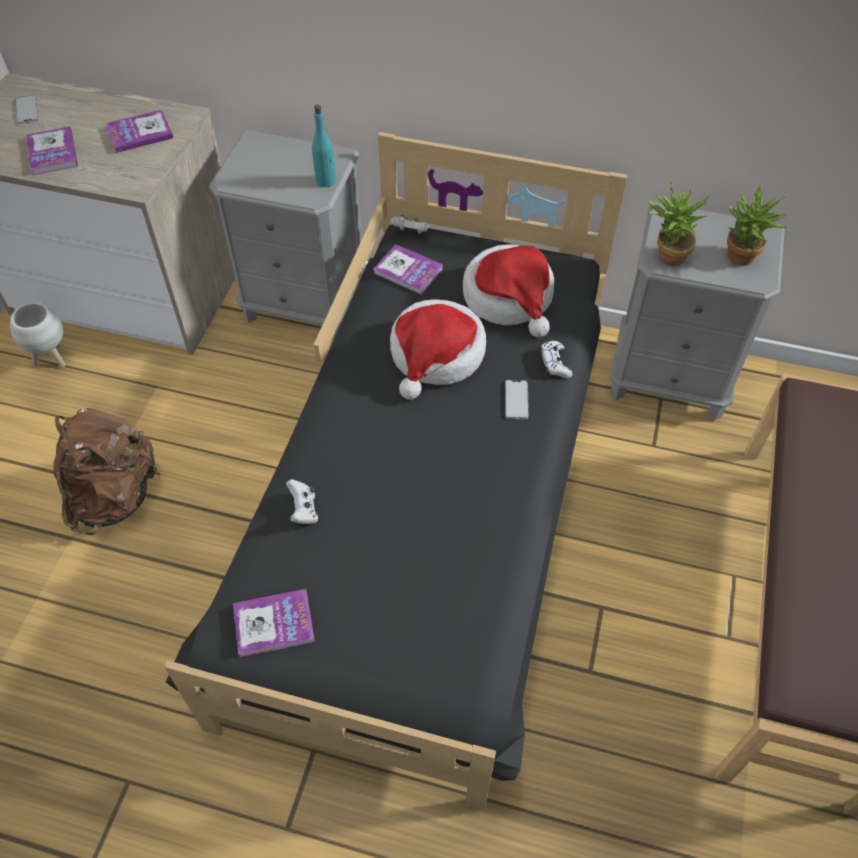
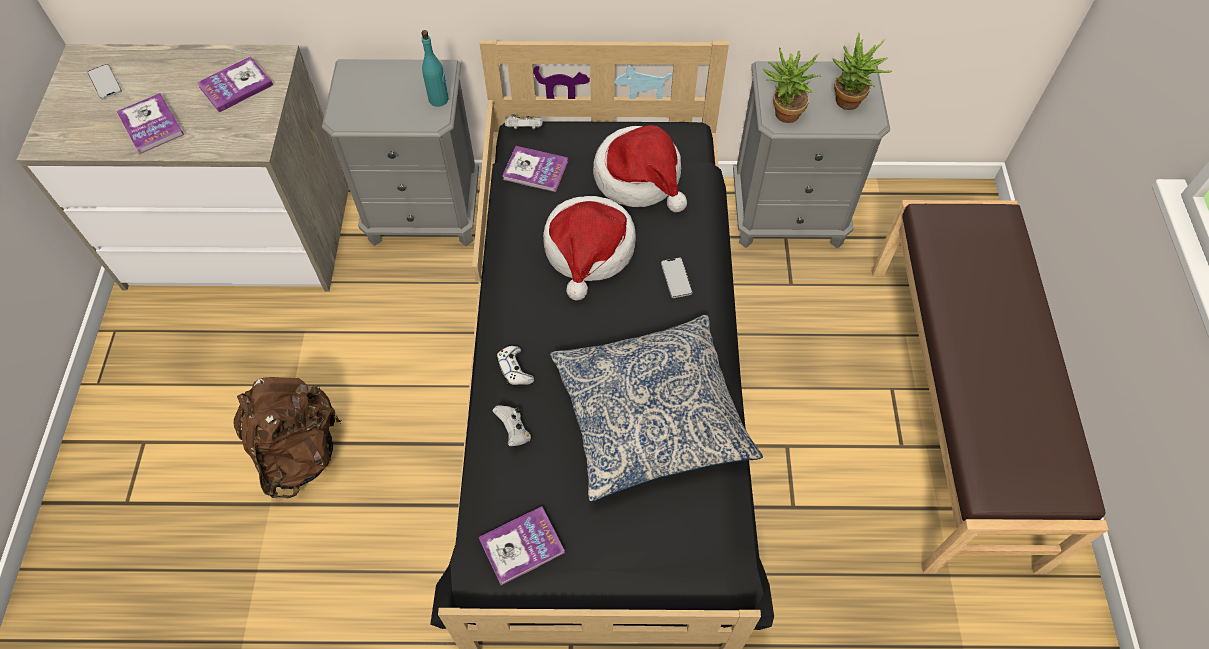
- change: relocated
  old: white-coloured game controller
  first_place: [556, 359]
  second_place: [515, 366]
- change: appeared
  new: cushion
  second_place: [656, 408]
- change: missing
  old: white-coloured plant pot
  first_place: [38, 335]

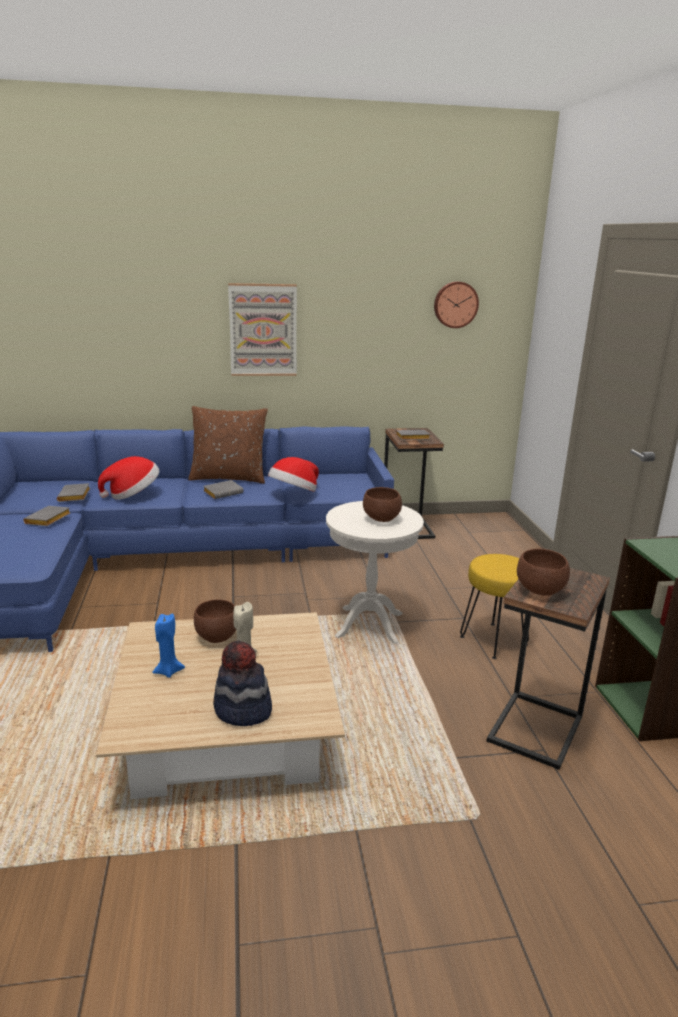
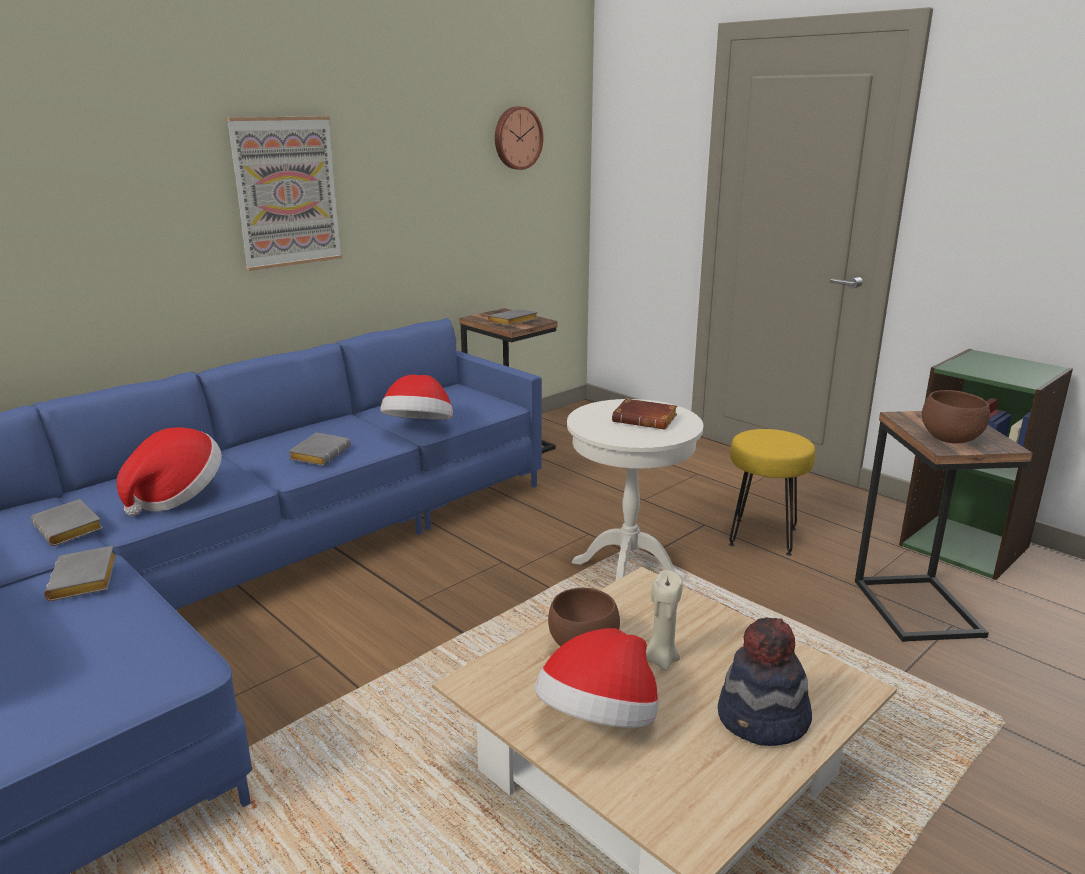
- change: exchanged
  old: blue wax light
  new: wearable hat
  first_place: [168, 646]
  second_place: [596, 678]
- change: exchanged
  old: brown deep dish
  new: brown bound book
  first_place: [382, 504]
  second_place: [644, 414]
- change: missing
  old: brown cushion
  first_place: [228, 445]

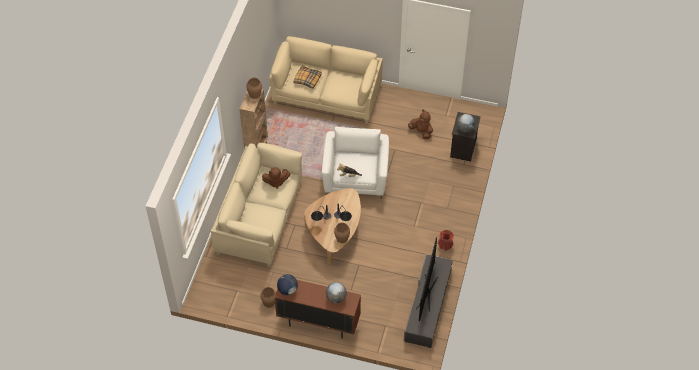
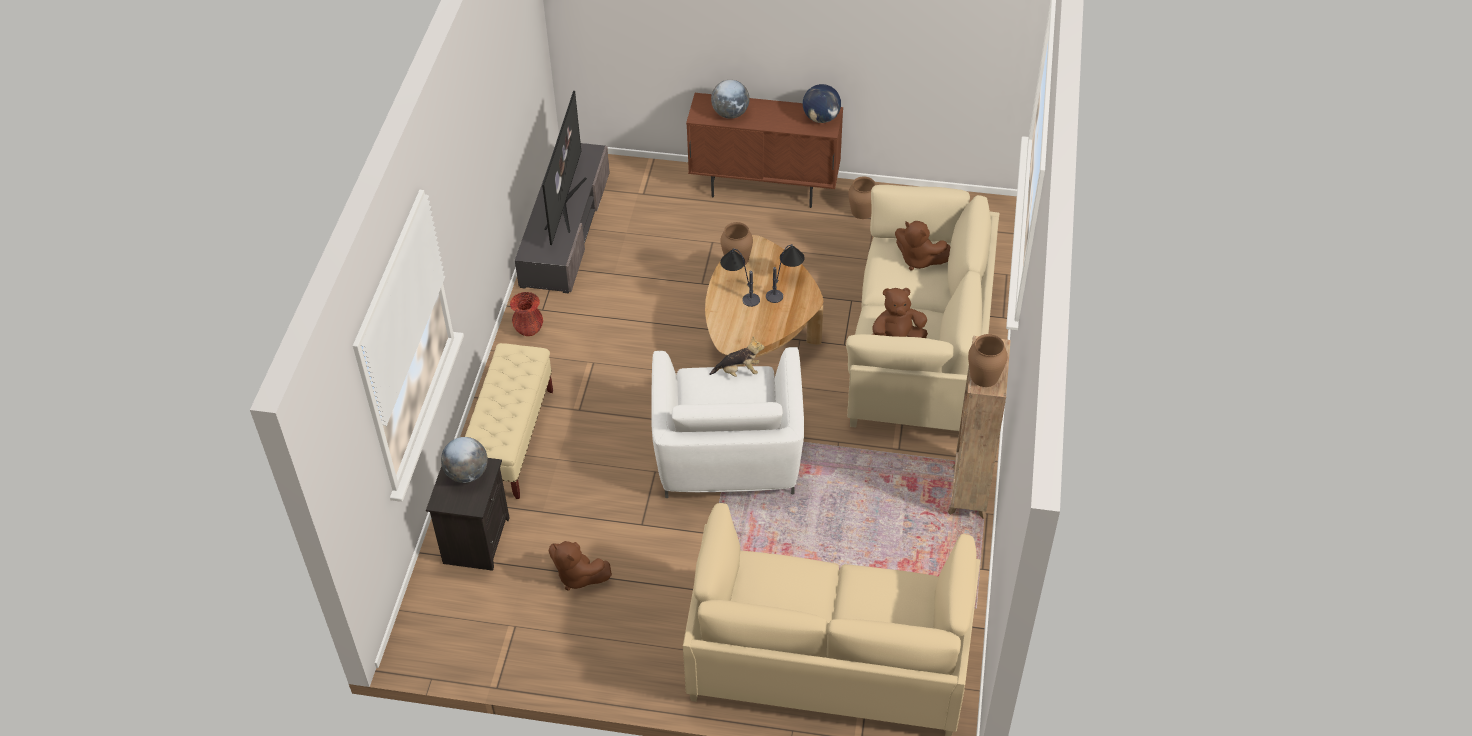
- change: appeared
  new: beige-coloured indoor bench
  second_place: [509, 421]
- change: appeared
  new: brown cuddly toy
  second_place: [923, 245]
- change: missing
  old: cushion
  first_place: [308, 77]

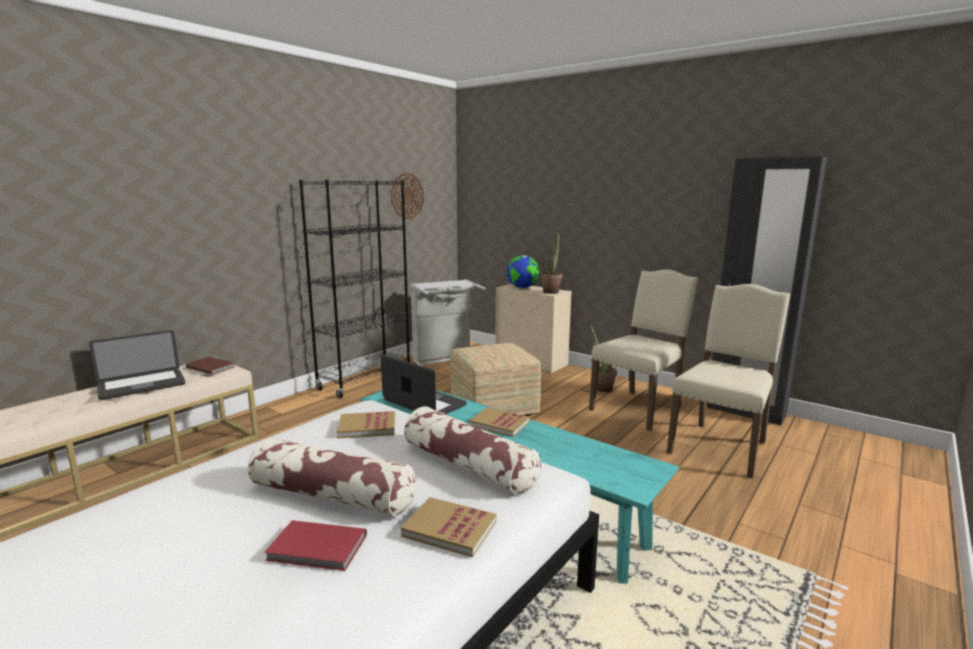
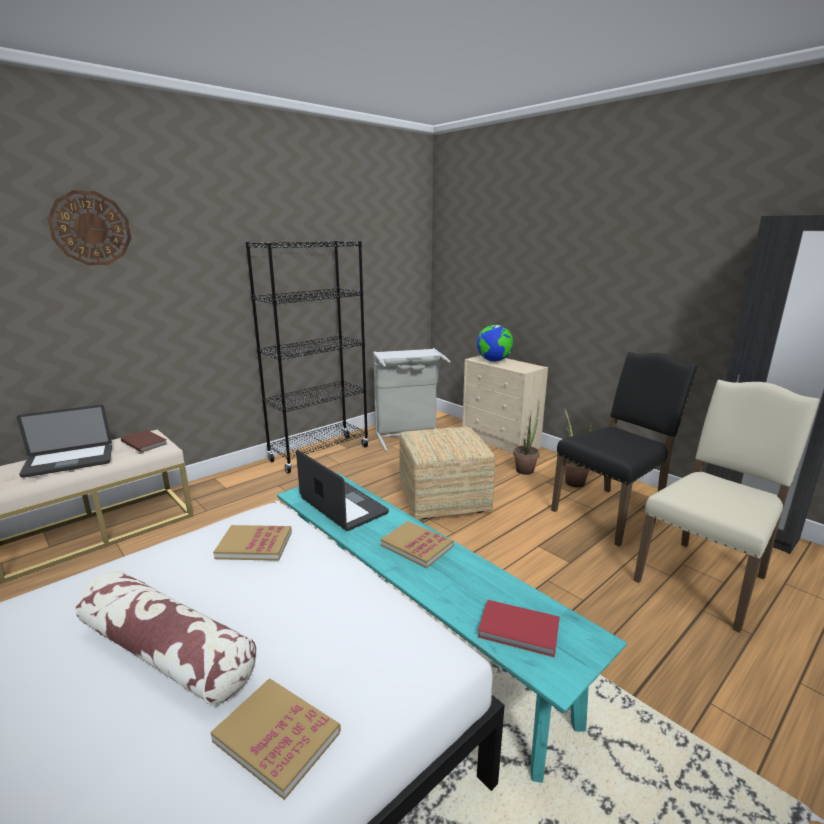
- change: relocated
  old: wall clock
  first_place: [407, 196]
  second_place: [89, 228]
- change: relocated
  old: red-coloured bound book
  first_place: [315, 545]
  second_place: [519, 629]
- change: relocated
  old: plant in a pot
  first_place: [551, 263]
  second_place: [526, 437]
- change: colour
  old: beige-coloured plain chair
  new: blackish plain chair
  first_place: [643, 350]
  second_place: [624, 449]
- change: missing
  old: cushion
  first_place: [472, 450]

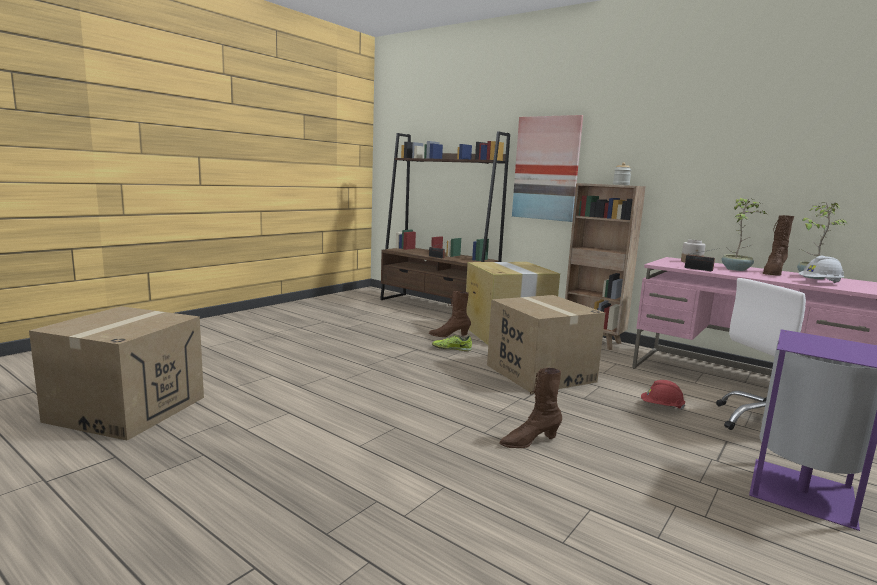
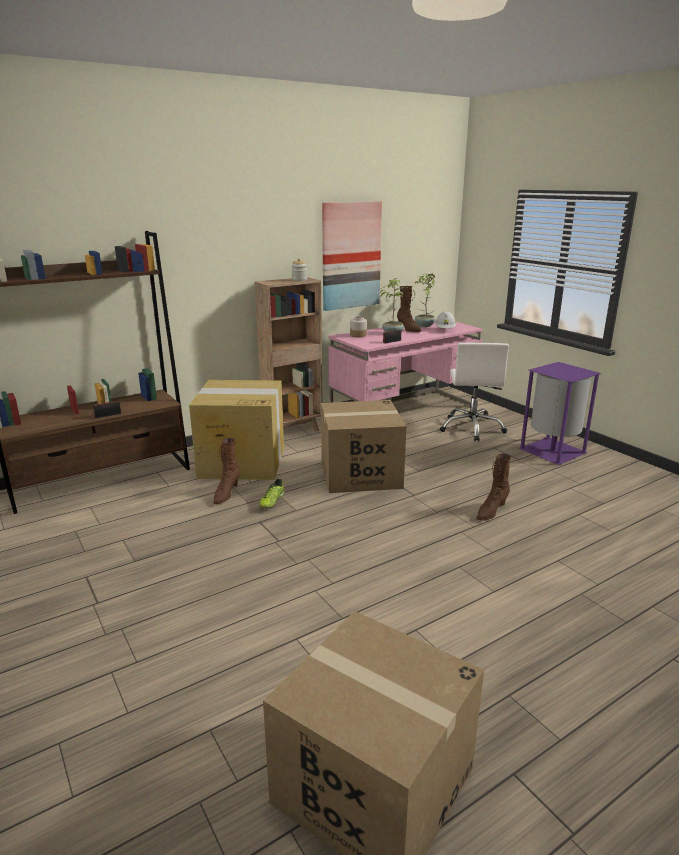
- change: relocated
  old: wall art
  first_place: [547, 168]
  second_place: [352, 256]
- change: spun
  old: brown tall boot
  first_place: [530, 408]
  second_place: [493, 487]
  degrees: 45
- change: missing
  old: red-coloured hard hat
  first_place: [663, 394]

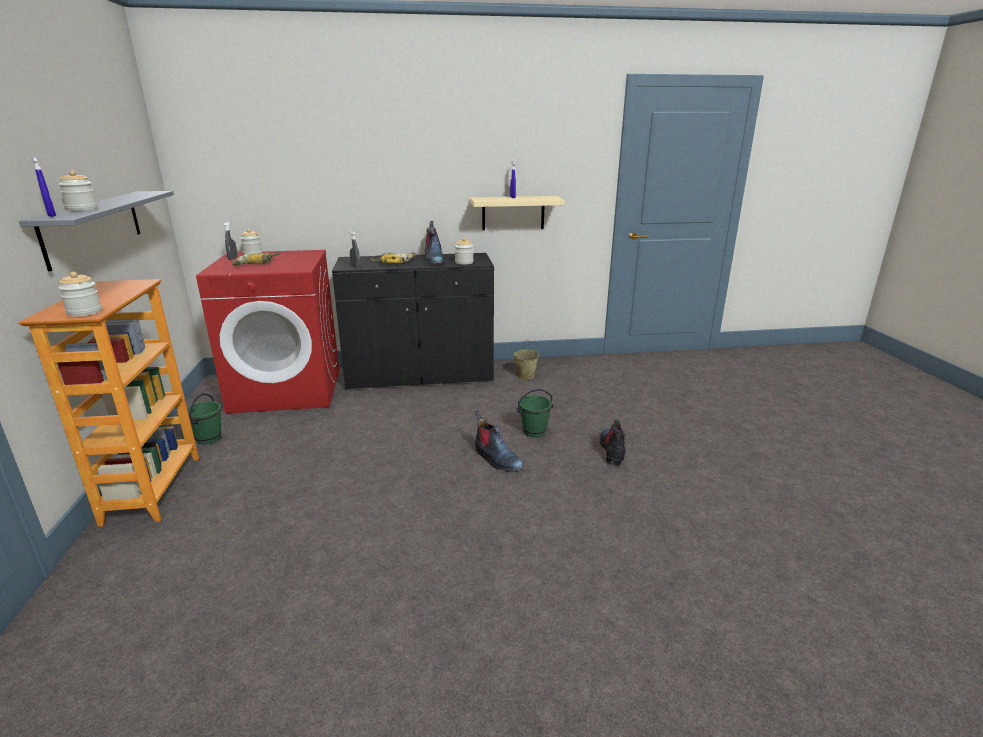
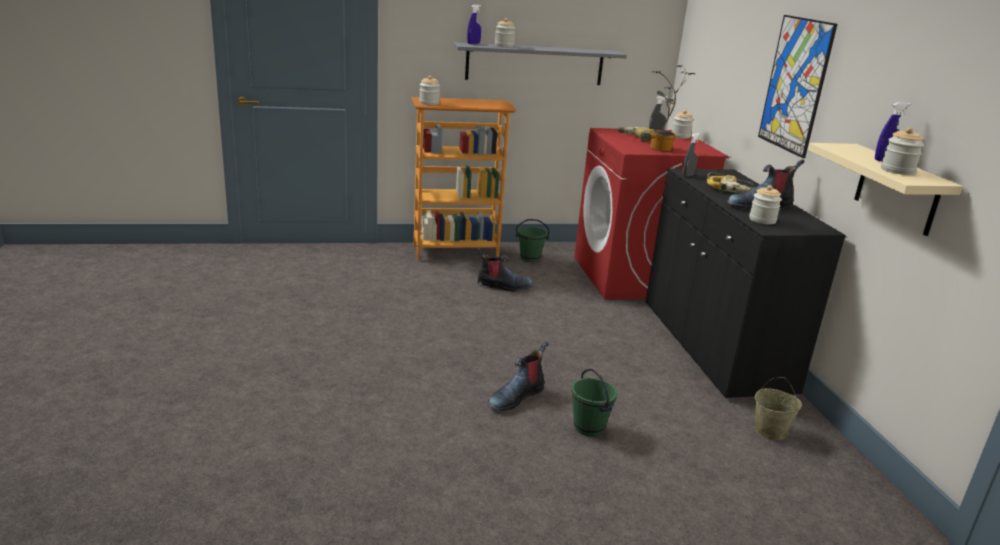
- change: relocated
  old: tall boot
  first_place: [613, 442]
  second_place: [505, 270]
- change: appeared
  new: plant in a pot
  second_place: [672, 108]
- change: appeared
  new: wall art
  second_place: [797, 86]
- change: appeared
  new: jar
  second_place: [902, 151]

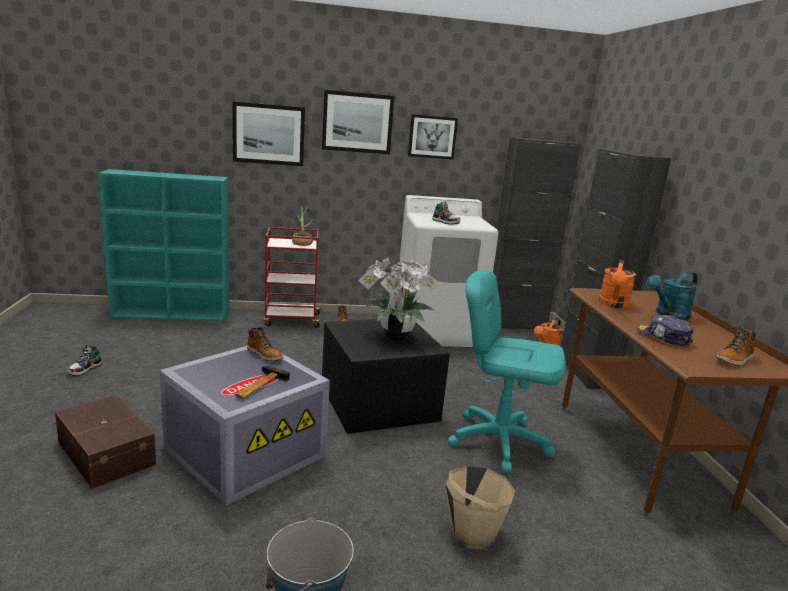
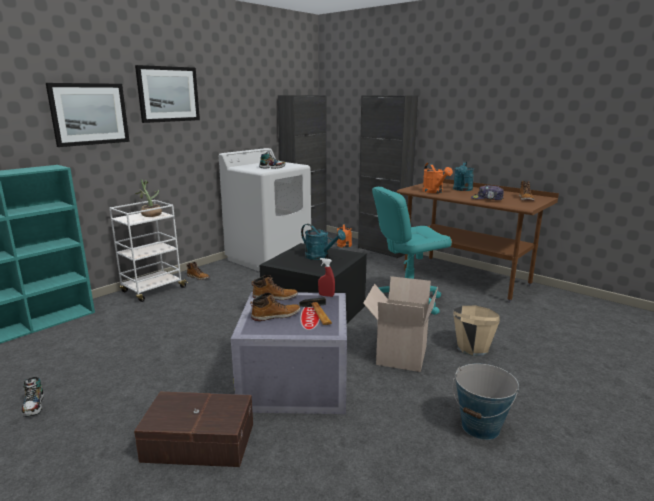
- change: colour
  old: red-coloured trolley
  new: white-coloured trolley
  first_place: [292, 277]
  second_place: [148, 251]
- change: appeared
  new: tall boot
  second_place: [275, 307]
- change: exchanged
  old: plant in a pot
  new: turquoise-coloured watering pot
  first_place: [398, 299]
  second_place: [323, 242]
- change: appeared
  new: red-coloured spray bottle
  second_place: [326, 277]
- change: appeared
  new: packing box
  second_place: [400, 324]
- change: missing
  old: wall art
  first_place: [433, 137]

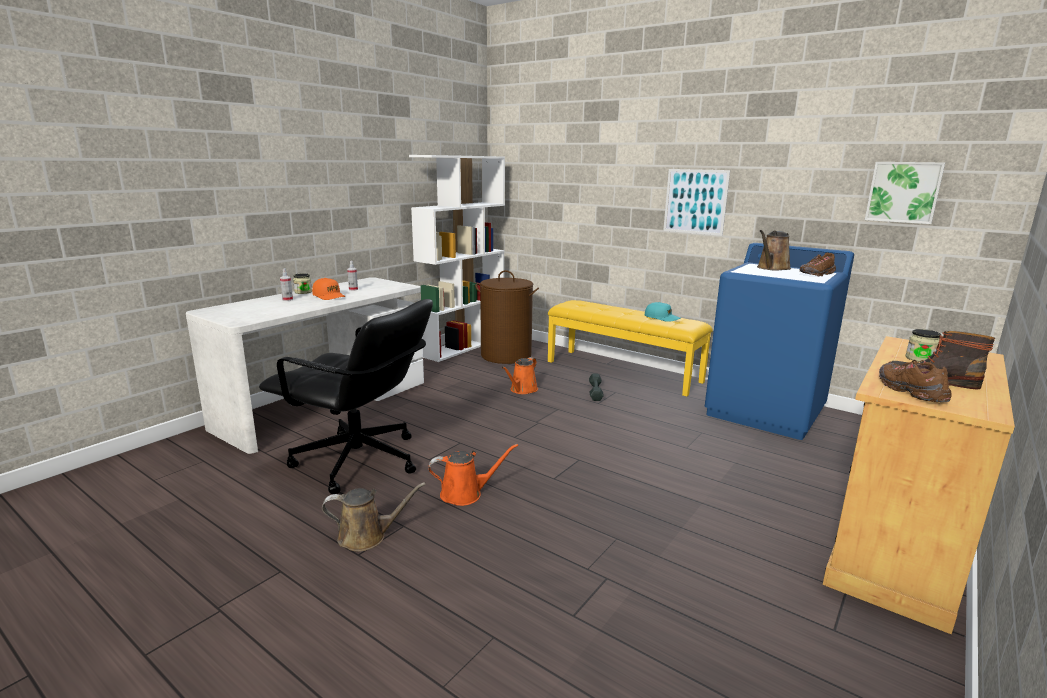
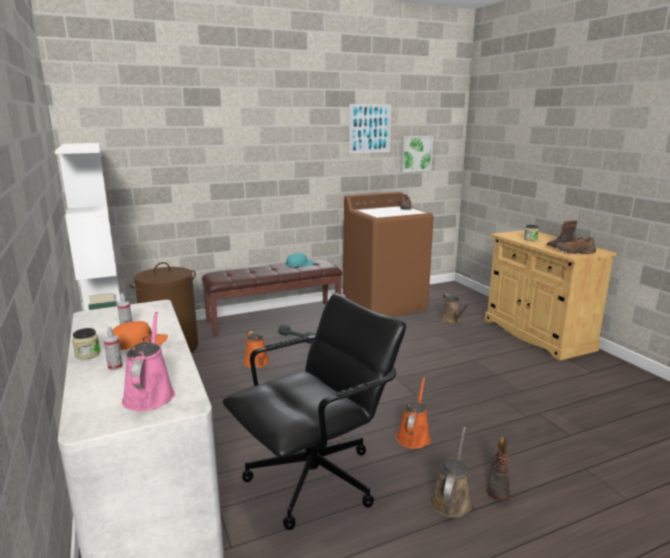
- change: appeared
  new: pink watering pot
  second_place: [148, 361]
- change: colour
  old: yellow indoor bench
  new: brown indoor bench
  first_place: [630, 348]
  second_place: [272, 297]
- change: colour
  old: blue washing machine
  new: brown washing machine
  first_place: [779, 341]
  second_place: [388, 254]
- change: relocated
  old: wall art
  first_place: [696, 202]
  second_place: [370, 128]
- change: relocated
  old: brown watering pot
  first_place: [774, 250]
  second_place: [455, 308]
- change: appeared
  new: tall boot
  second_place: [499, 469]

